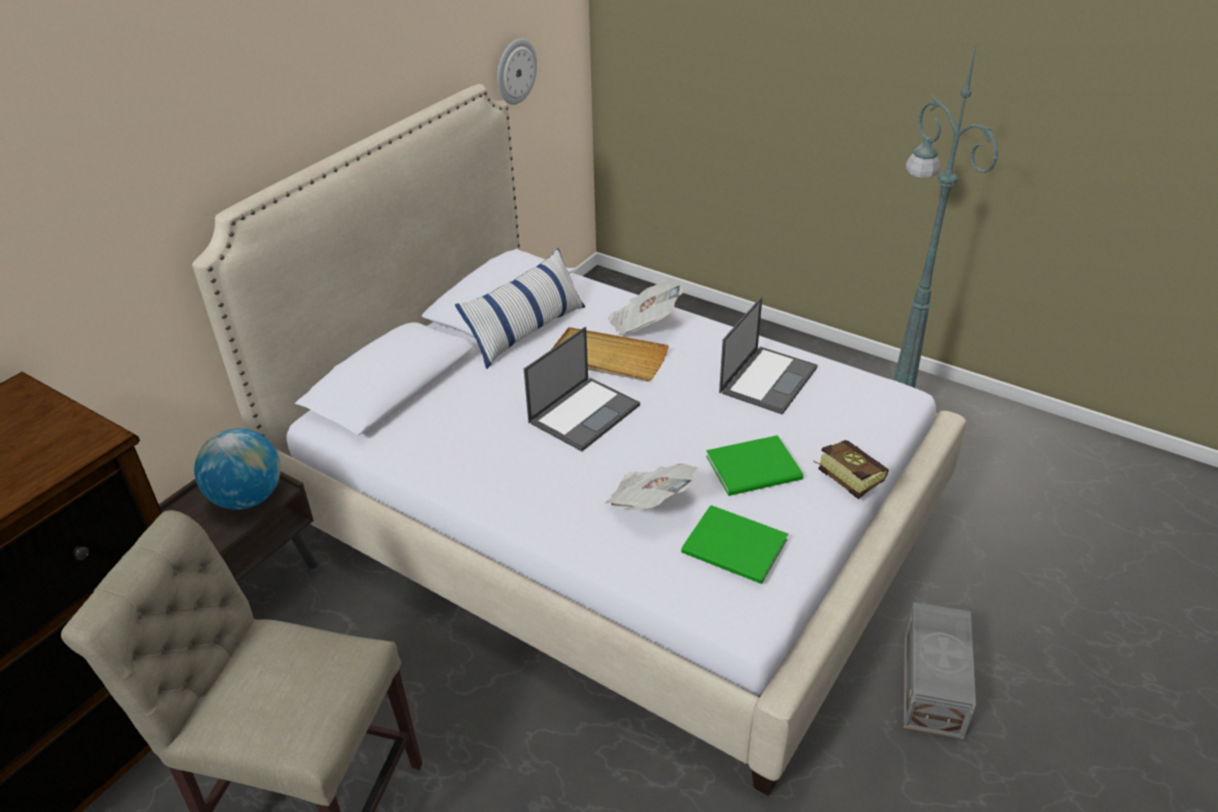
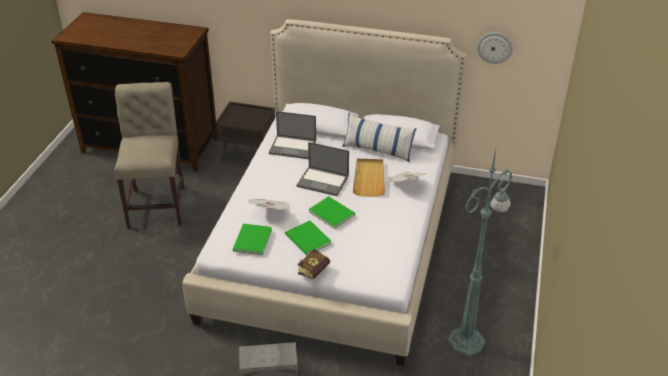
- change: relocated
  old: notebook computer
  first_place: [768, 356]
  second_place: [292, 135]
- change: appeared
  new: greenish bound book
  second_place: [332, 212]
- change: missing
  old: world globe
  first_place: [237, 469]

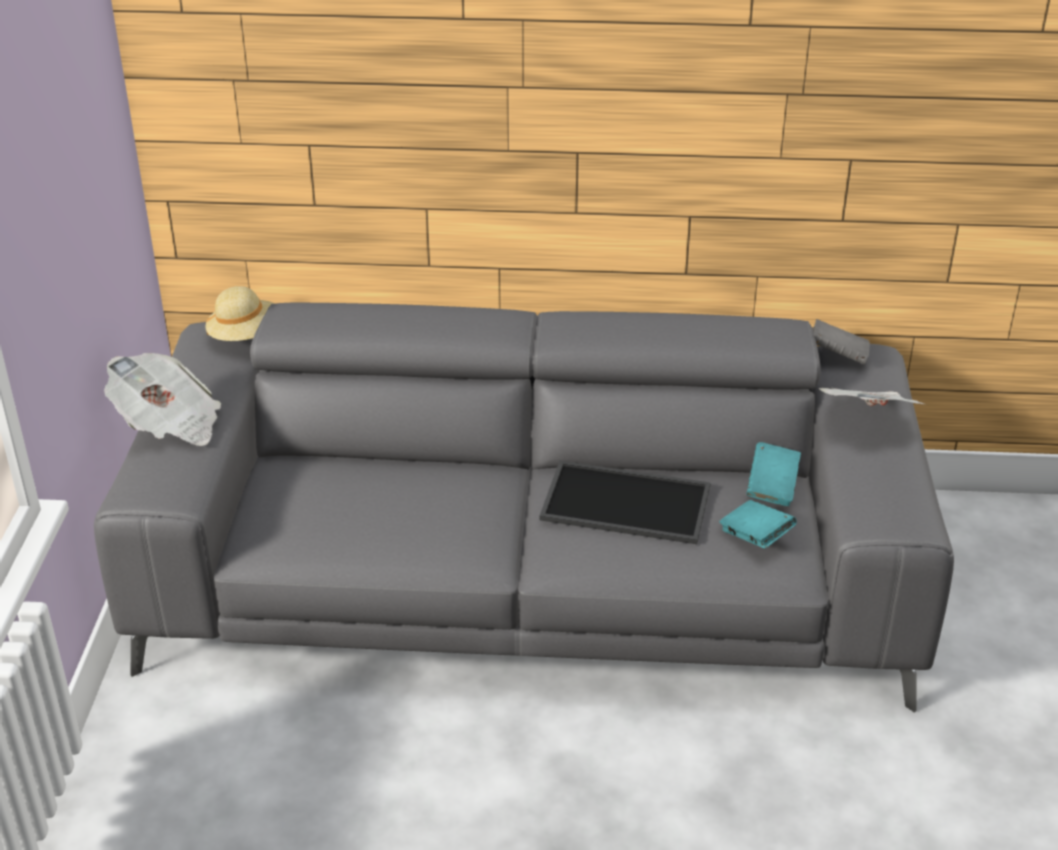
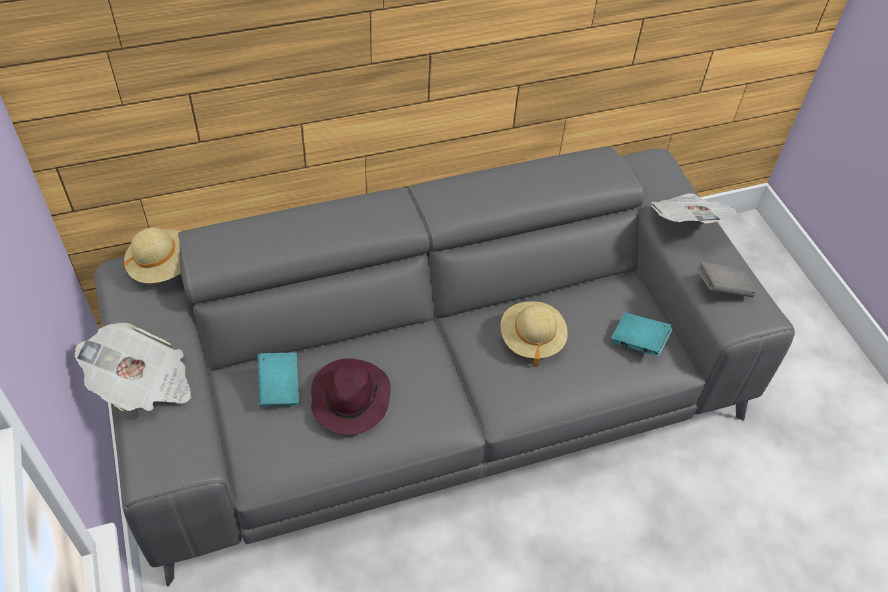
- change: relocated
  old: turquoise-coloured bound book
  first_place: [774, 474]
  second_place: [278, 380]
- change: appeared
  new: purplish wearable hat
  second_place: [351, 396]
- change: exchanged
  old: carrying tray
  new: beige-coloured wearable hat
  first_place: [625, 502]
  second_place: [534, 334]
- change: relocated
  old: gray bound book
  first_place: [841, 342]
  second_place: [726, 279]

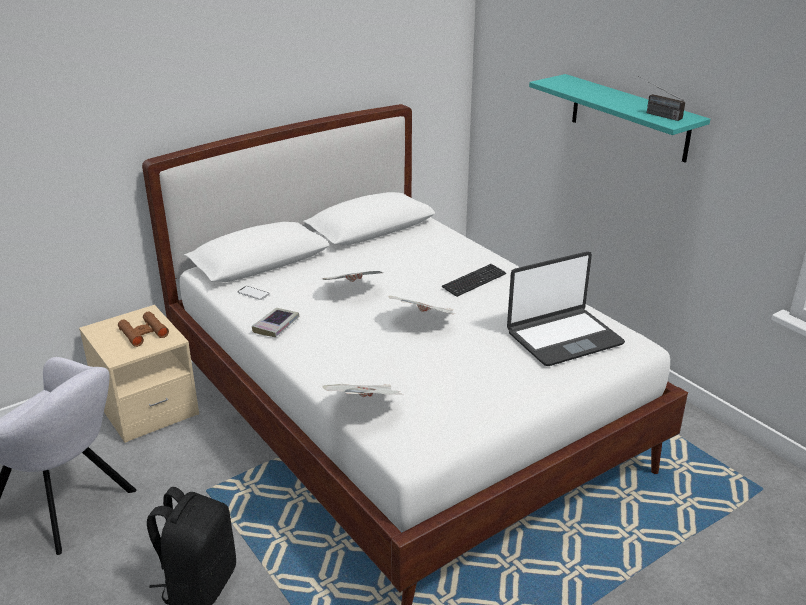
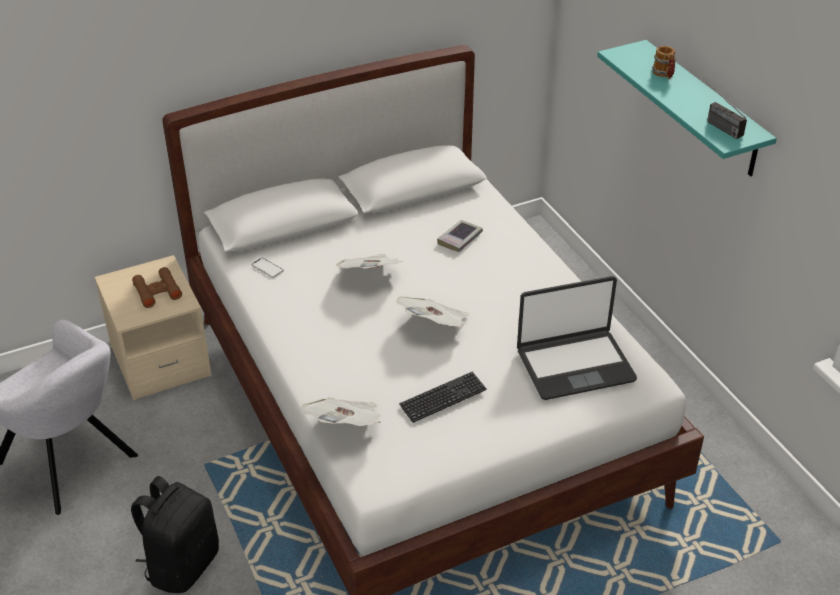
- change: relocated
  old: computer keyboard
  first_place: [474, 280]
  second_place: [443, 397]
- change: relocated
  old: bound book
  first_place: [275, 322]
  second_place: [460, 236]
- change: appeared
  new: tea mug
  second_place: [664, 62]

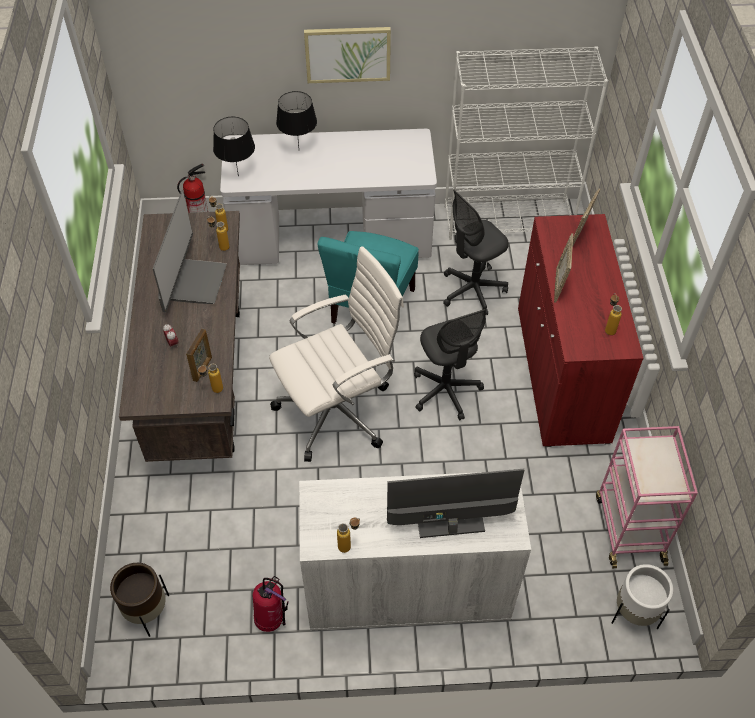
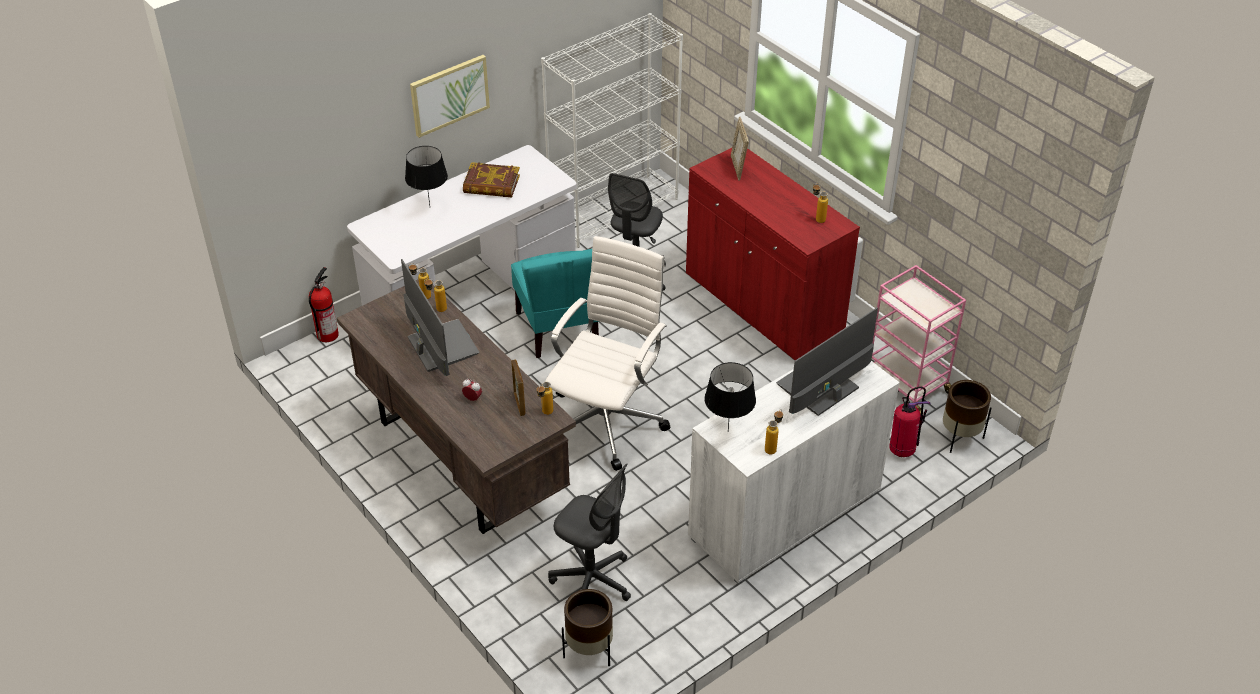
- change: appeared
  new: bound book
  second_place: [491, 179]
- change: relocated
  old: gray computer chair
  first_place: [450, 365]
  second_place: [589, 532]
- change: relocated
  old: blackish table lamp
  first_place: [234, 146]
  second_place: [730, 396]
- change: relocated
  old: fire-fighting cylinder
  first_place: [271, 604]
  second_place: [910, 421]
- change: colour
  old: white-coloured plant pot
  new: brown plant pot
  first_place: [642, 596]
  second_place: [967, 416]
- change: missing
  old: photo frame
  first_place: [563, 268]

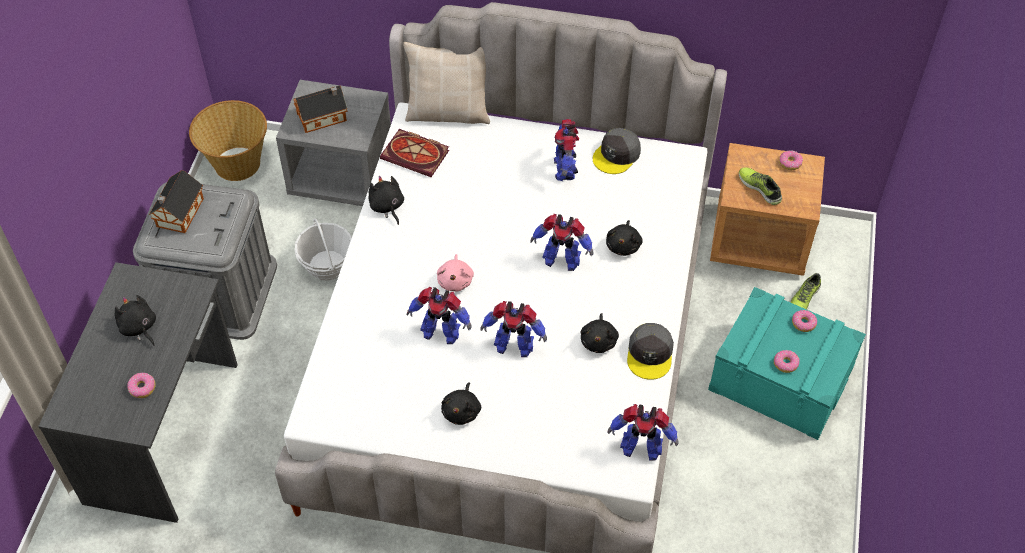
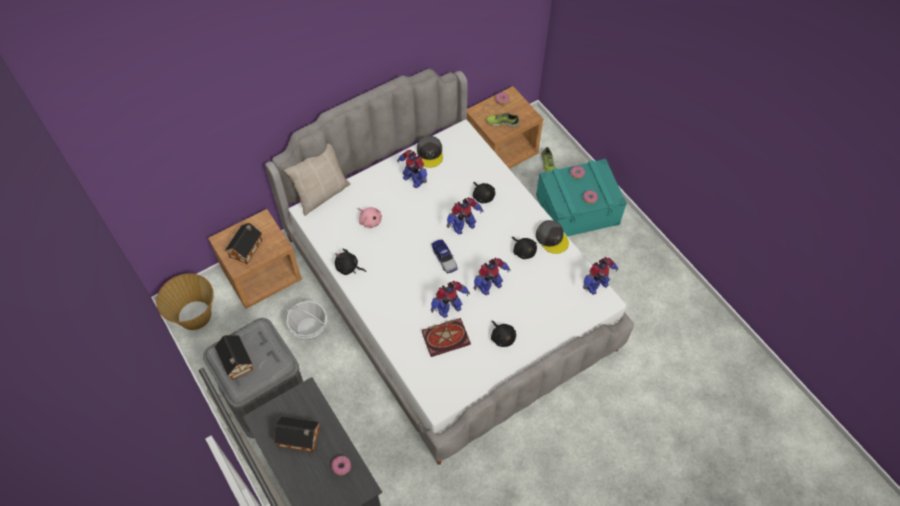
- change: colour
  old: gray nightstand
  new: brown nightstand
  first_place: [333, 143]
  second_place: [255, 259]
- change: exchanged
  old: blackish cuddly toy
  new: model house
  first_place: [135, 320]
  second_place: [297, 434]
- change: relocated
  old: pink cuddly toy
  first_place: [455, 273]
  second_place: [370, 217]
- change: relocated
  old: bound book
  first_place: [414, 153]
  second_place: [446, 337]
- change: appeared
  new: miniature car
  second_place: [444, 256]

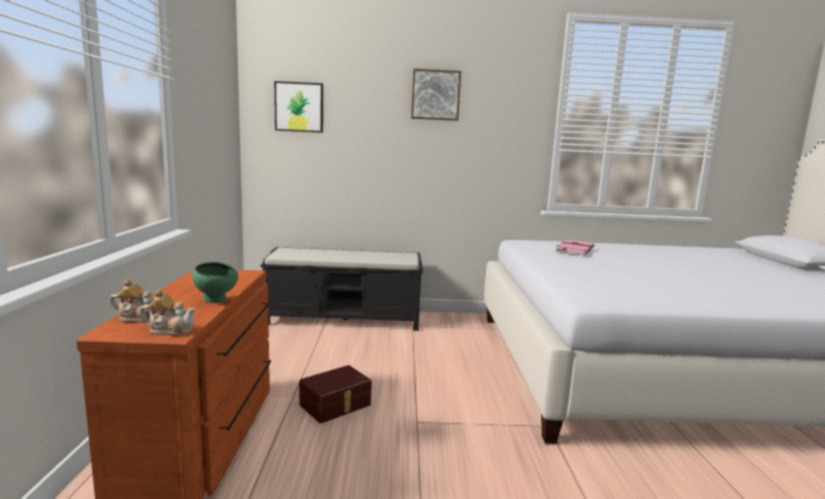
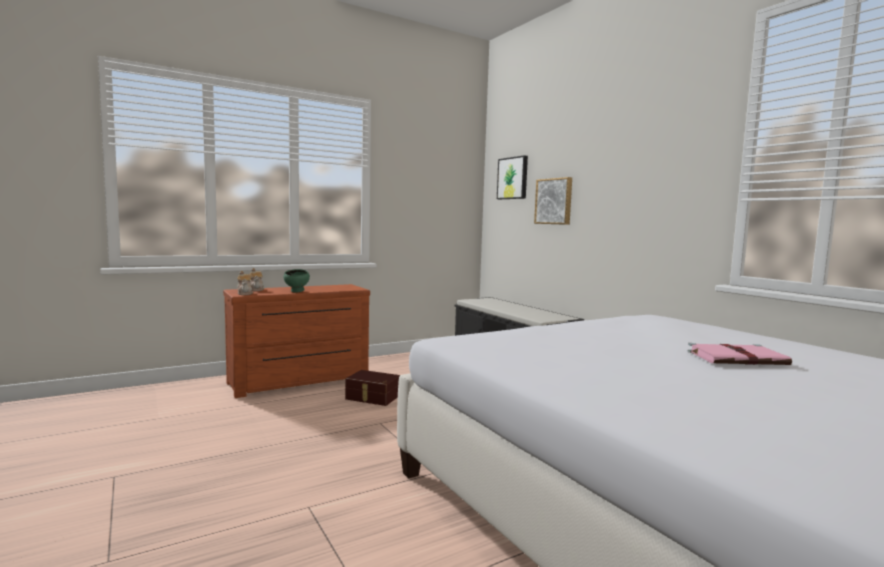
- change: relocated
  old: wall art
  first_place: [436, 95]
  second_place: [553, 201]
- change: relocated
  old: pink bound book
  first_place: [575, 247]
  second_place: [739, 354]

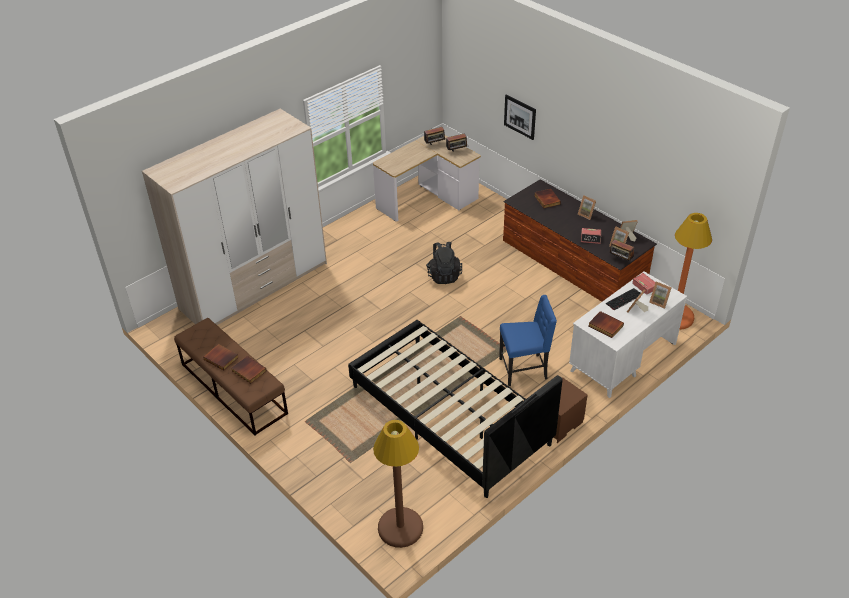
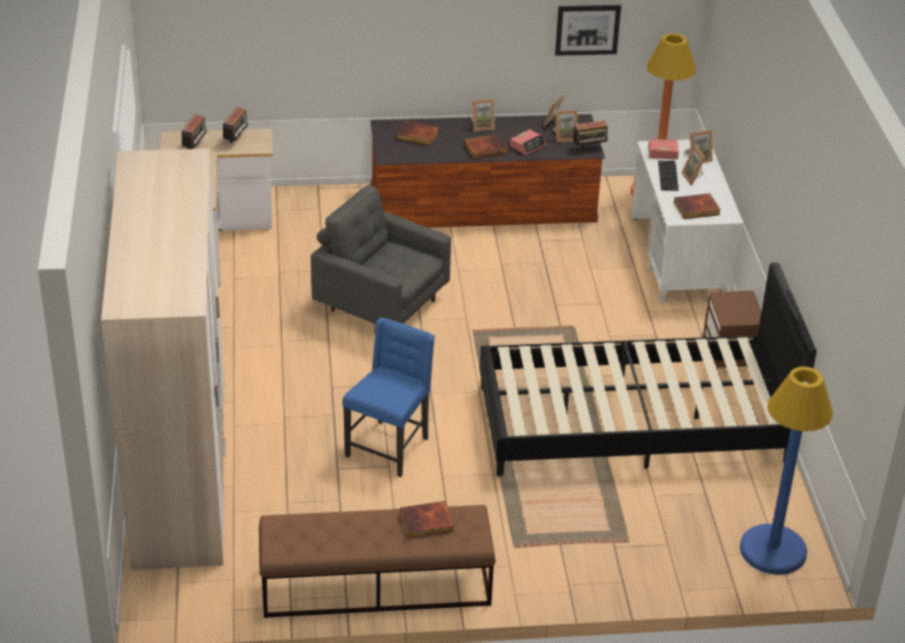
- change: exchanged
  old: blackish backpack
  new: gray lounge chair
  first_place: [444, 263]
  second_place: [381, 254]
- change: relocated
  old: blue plain chair
  first_place: [528, 340]
  second_place: [389, 397]
- change: relocated
  old: bound book
  first_place: [221, 357]
  second_place: [486, 147]
- change: relocated
  old: wall art
  first_place: [520, 117]
  second_place: [588, 30]
- change: colour
  old: brown floor lamp
  new: blue floor lamp
  first_place: [398, 484]
  second_place: [786, 471]

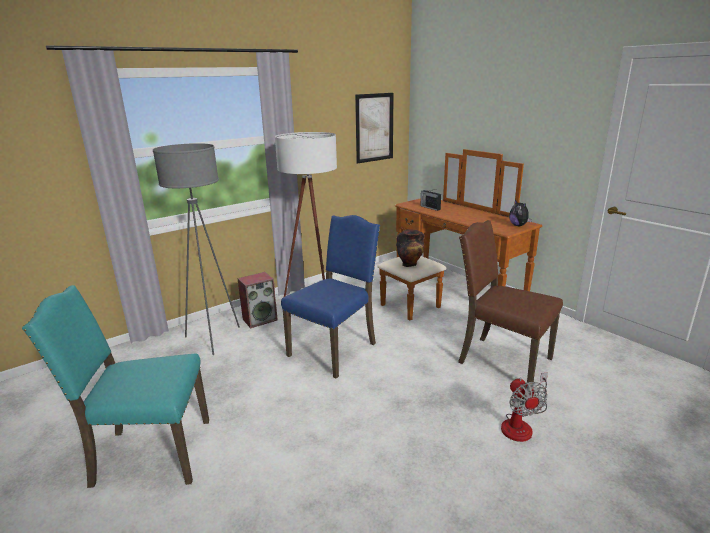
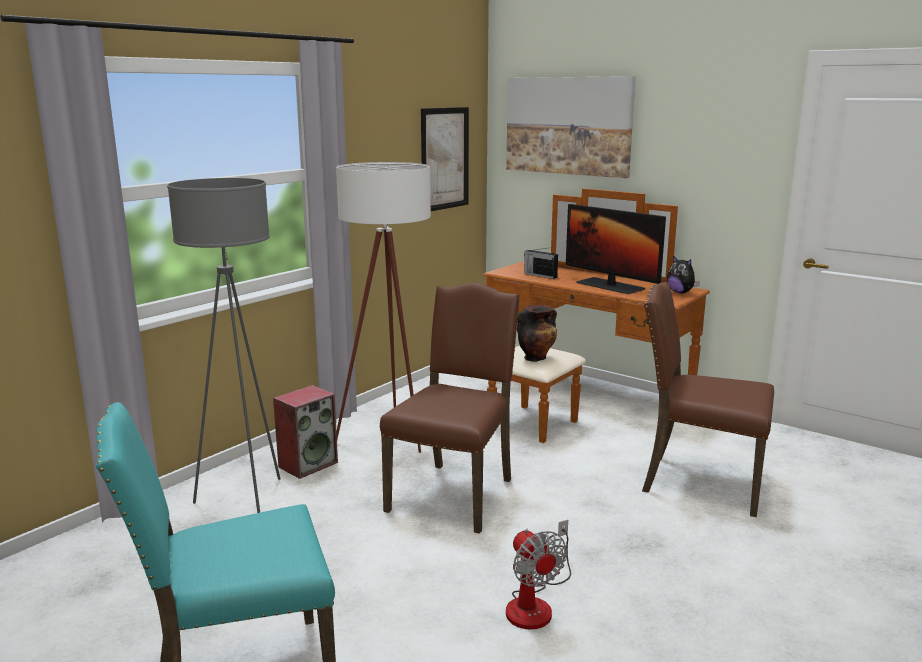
- change: colour
  old: blue plain chair
  new: brown plain chair
  first_place: [330, 296]
  second_place: [450, 408]
- change: appeared
  new: wall art
  second_place: [571, 127]
- change: relocated
  old: electric fan
  first_place: [524, 407]
  second_place: [538, 574]
- change: appeared
  new: monitor
  second_place: [616, 249]

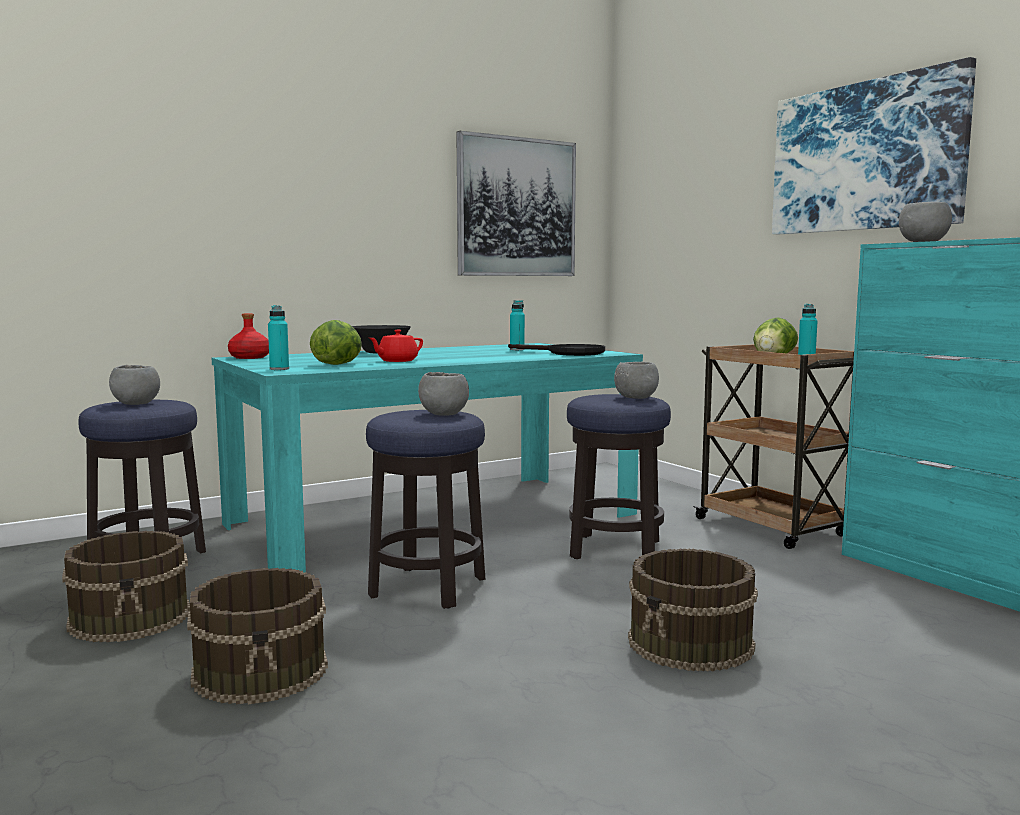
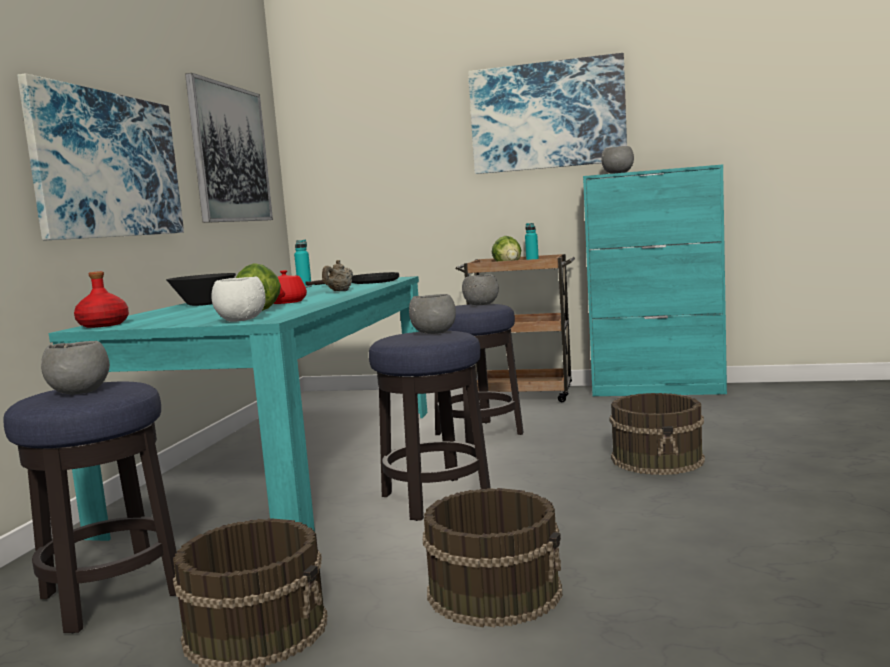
- change: appeared
  new: wall art
  second_place: [100, 156]
- change: exchanged
  old: turquoise-coloured beverage bottle
  new: white-coloured deep dish
  first_place: [278, 337]
  second_place: [239, 299]
- change: appeared
  new: beige-coloured pot for tea
  second_place: [337, 275]

